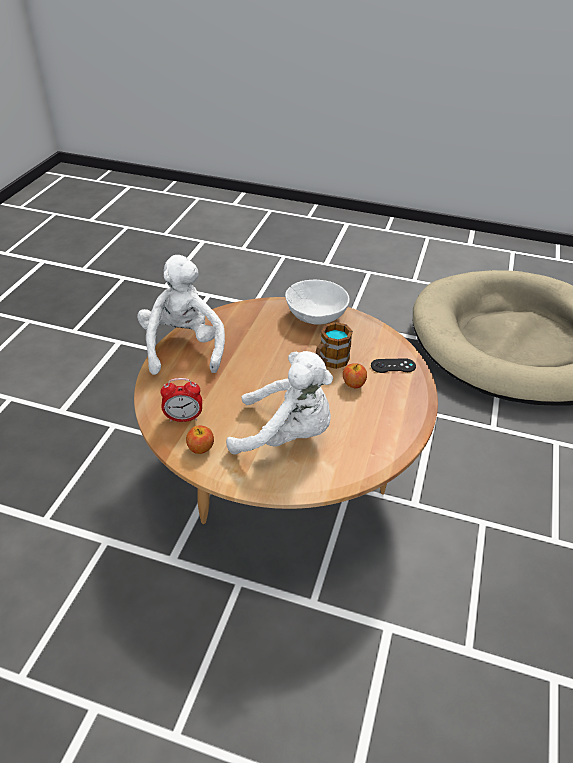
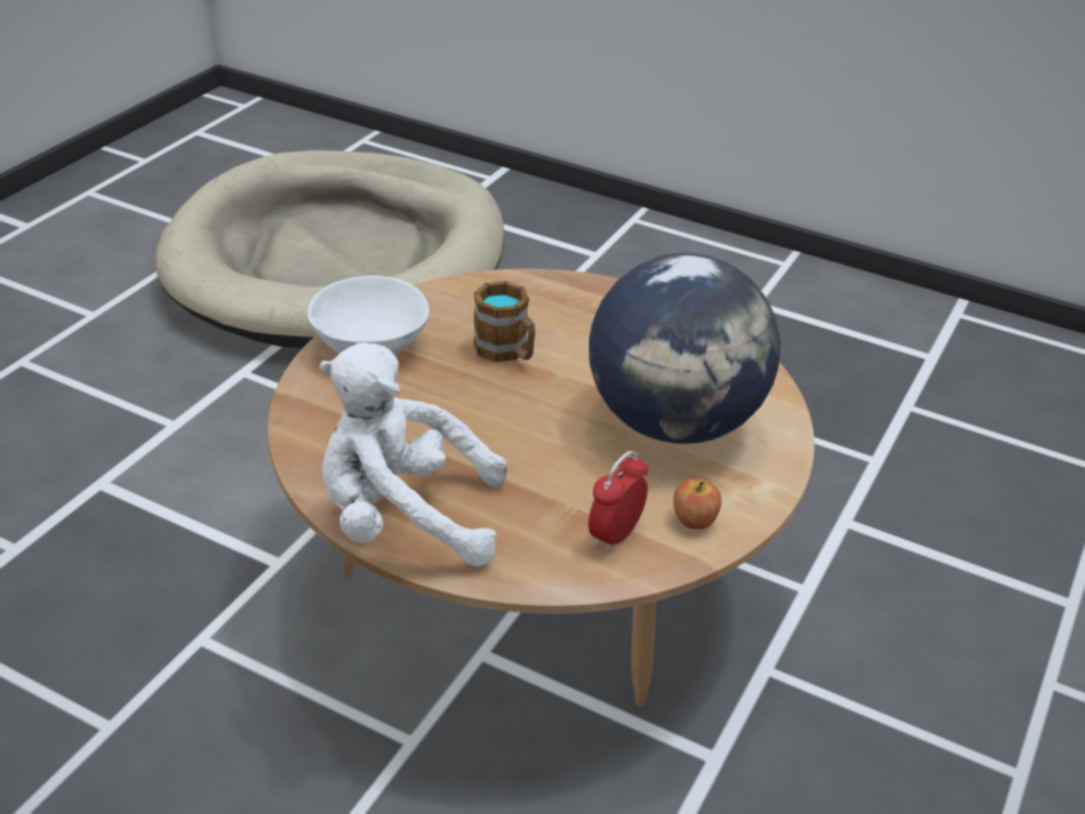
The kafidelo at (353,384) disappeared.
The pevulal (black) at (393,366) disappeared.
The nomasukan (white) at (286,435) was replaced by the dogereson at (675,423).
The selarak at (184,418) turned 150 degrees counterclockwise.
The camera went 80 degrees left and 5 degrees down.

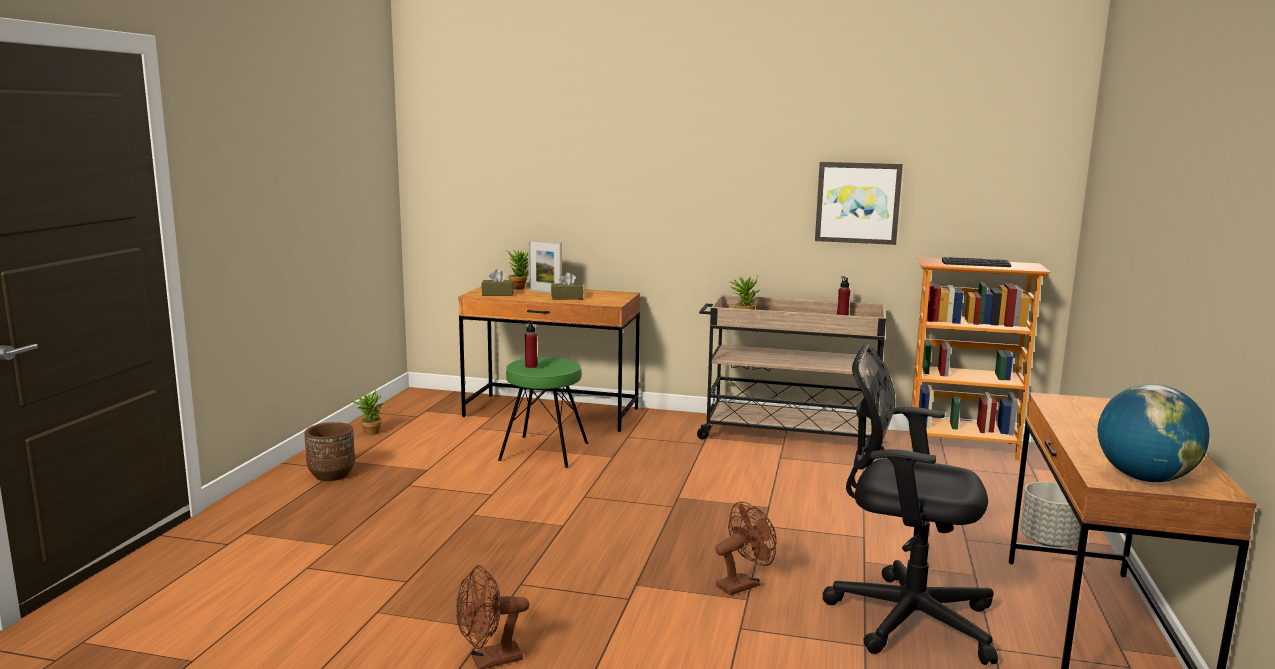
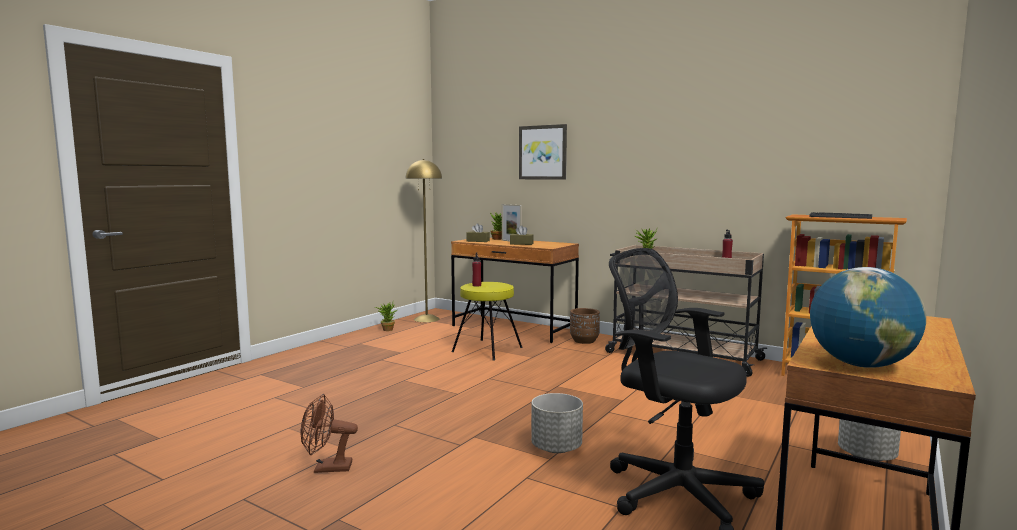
The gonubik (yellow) at (426,319) appeared.
The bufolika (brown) moved from (331,475) to (584,341).
The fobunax moved from (857,202) to (543,152).
The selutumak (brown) at (743,584) was replaced by the bufolika (grey) at (556,448).
The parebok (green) at (543,451) became the parebok (yellow) at (486,349).
The camera went 20 degrees right and 5 degrees down.

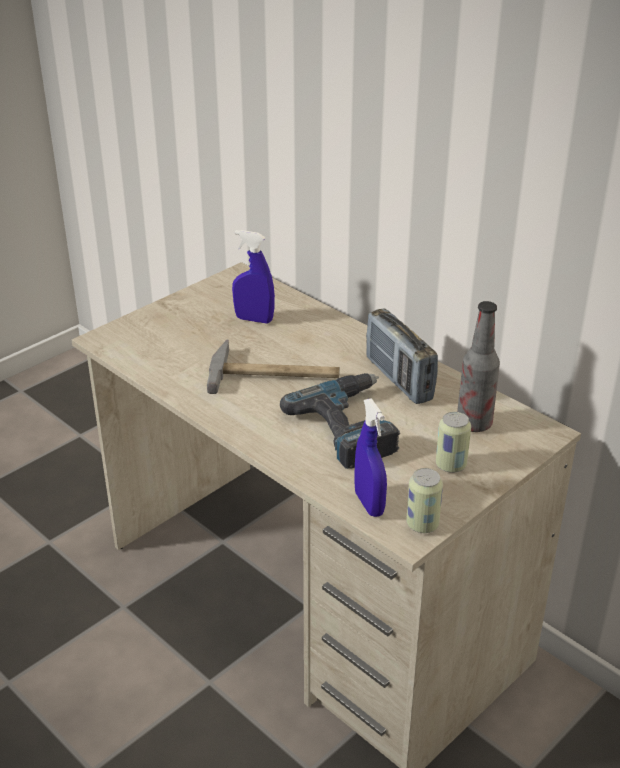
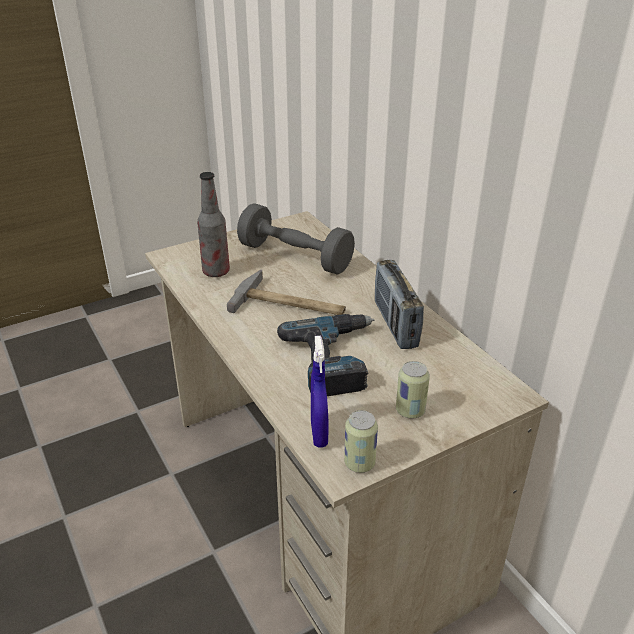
The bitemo moved from (474,424) to (216,272).
The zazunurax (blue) at (254,319) was replaced by the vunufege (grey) at (295,257).
The camera went 15 degrees right and 0 degrees up.

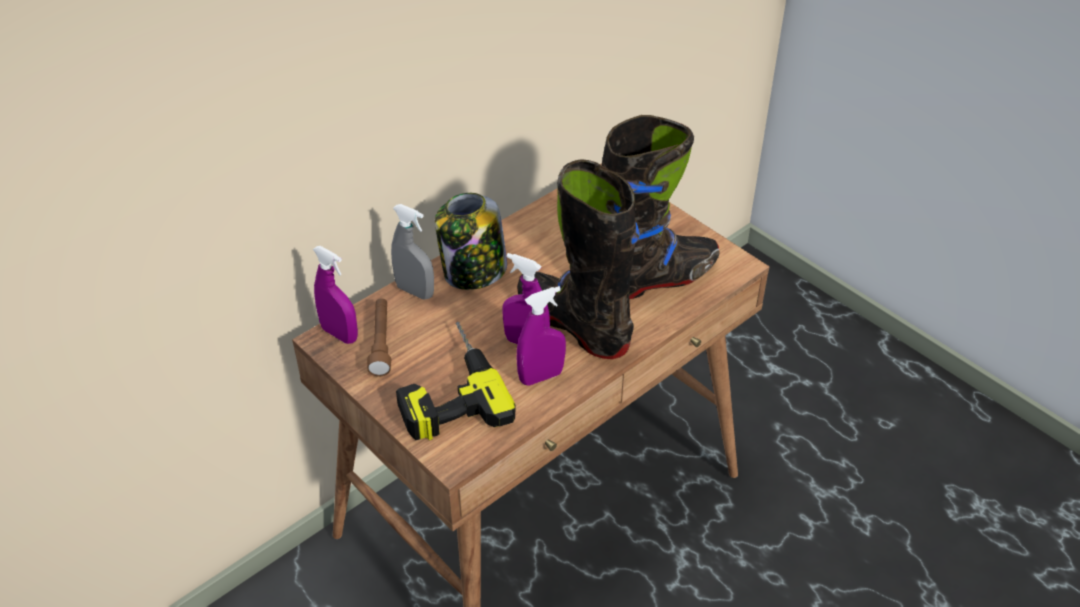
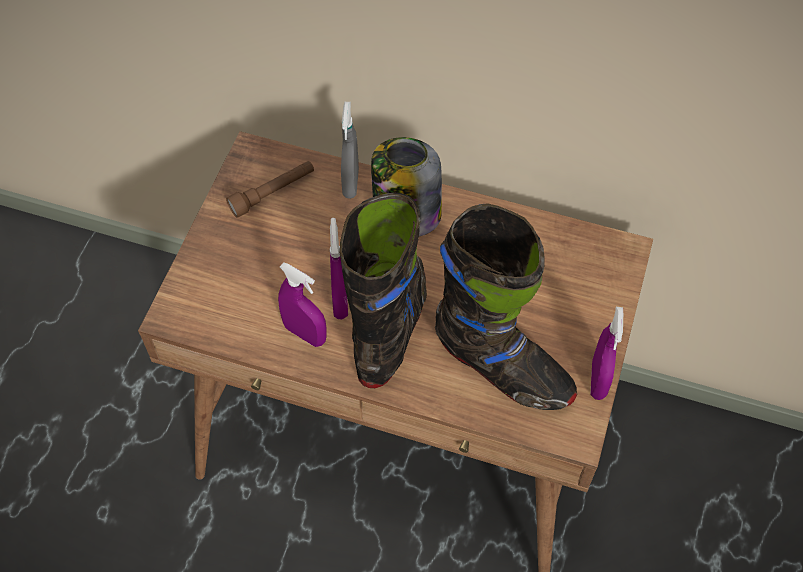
The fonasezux at (446,388) disappeared.
The zazunurax (purple) moved from (339,334) to (598,380).
The camera went 60 degrees right and 15 degrees up.

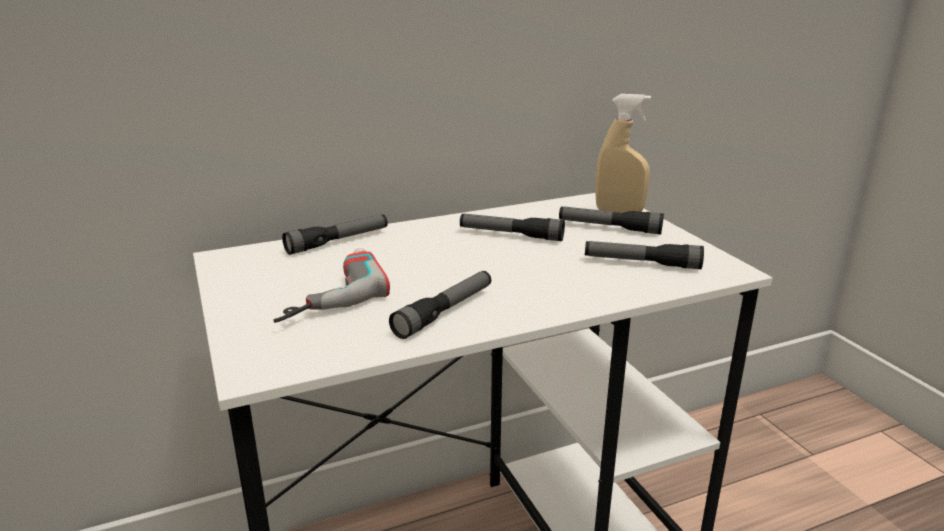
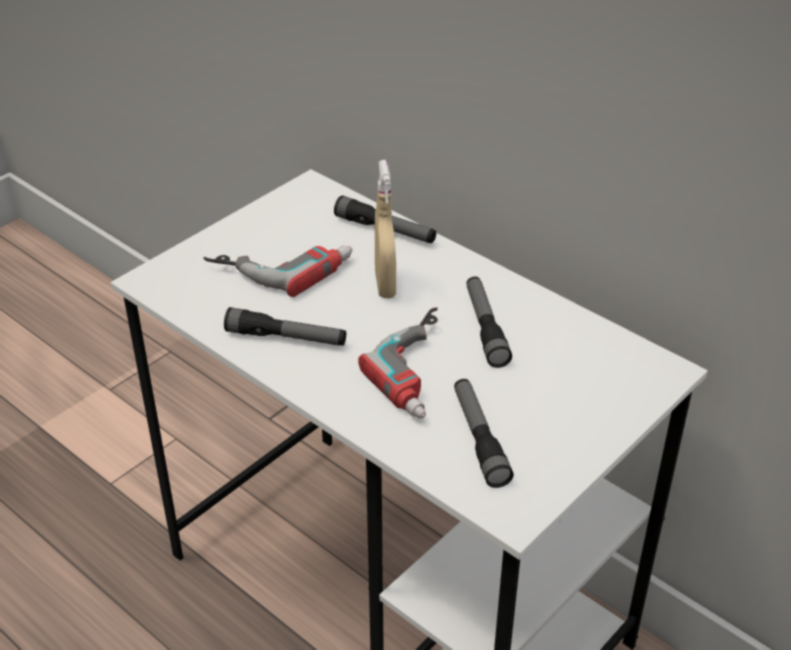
The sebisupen at (609,228) disappeared.
The fonasezux at (425,370) appeared.
The zazunurax (beige) moved from (619,211) to (385,285).
The camera went 65 degrees right and 15 degrees up.

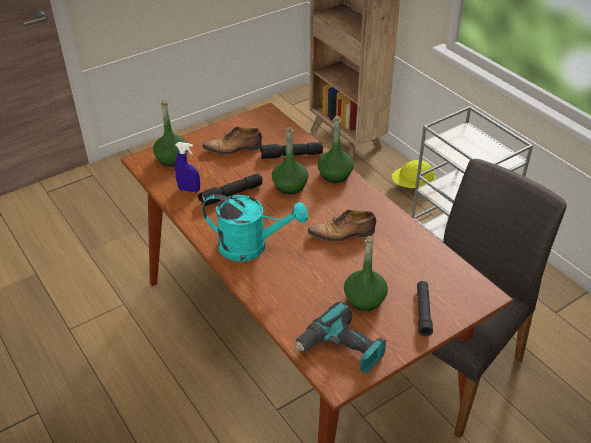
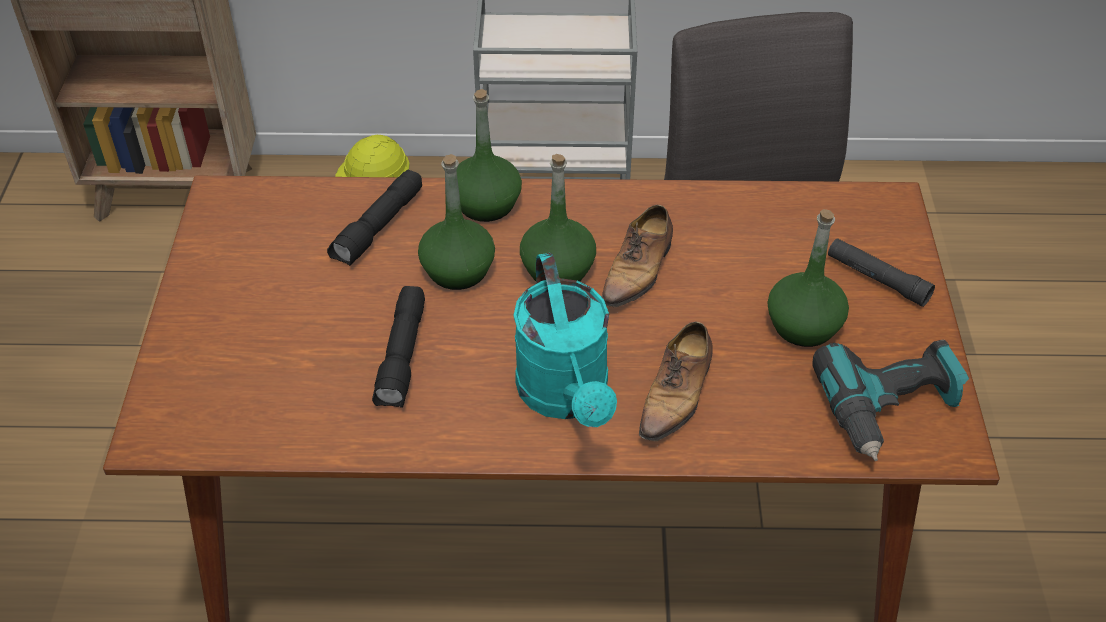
The zazunurax (blue) at (189,190) disappeared.
The bitemo (green) moved from (172,158) to (557,269).
The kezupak moved from (234,148) to (676,395).
The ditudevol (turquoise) at (251,247) turned 120 degrees clockwise.
The camera went 55 degrees left and 5 degrees up.

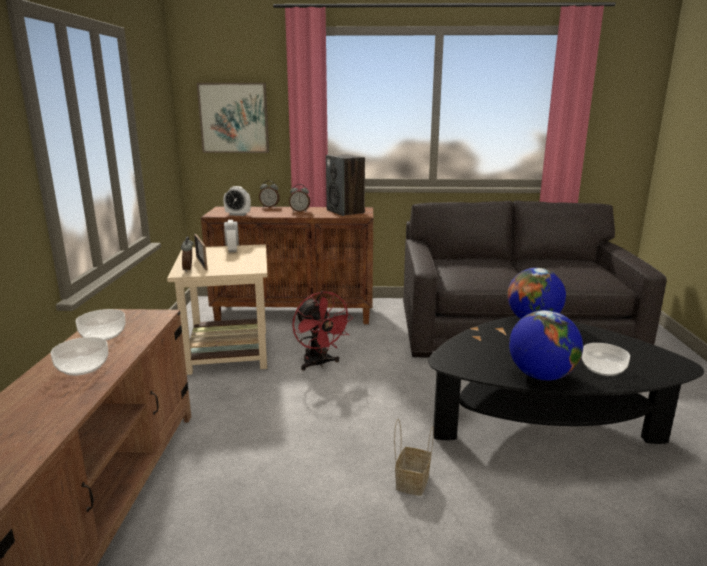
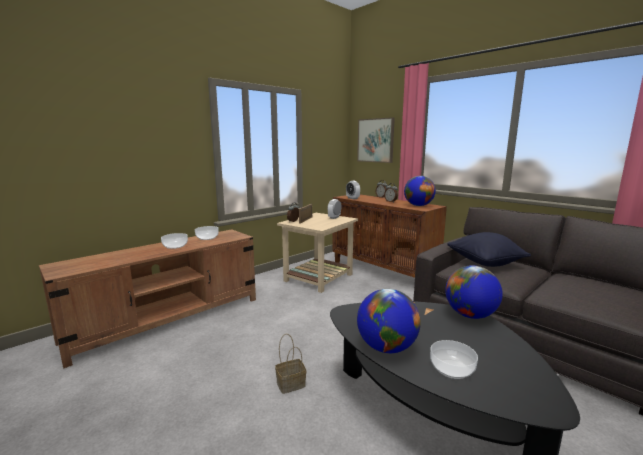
The selutumak (red) at (319,364) disappeared.
The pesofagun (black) at (485,264) appeared.
The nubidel at (345,211) was replaced by the dogereson at (418,205).
The camera went 45 degrees right and 5 degrees down.

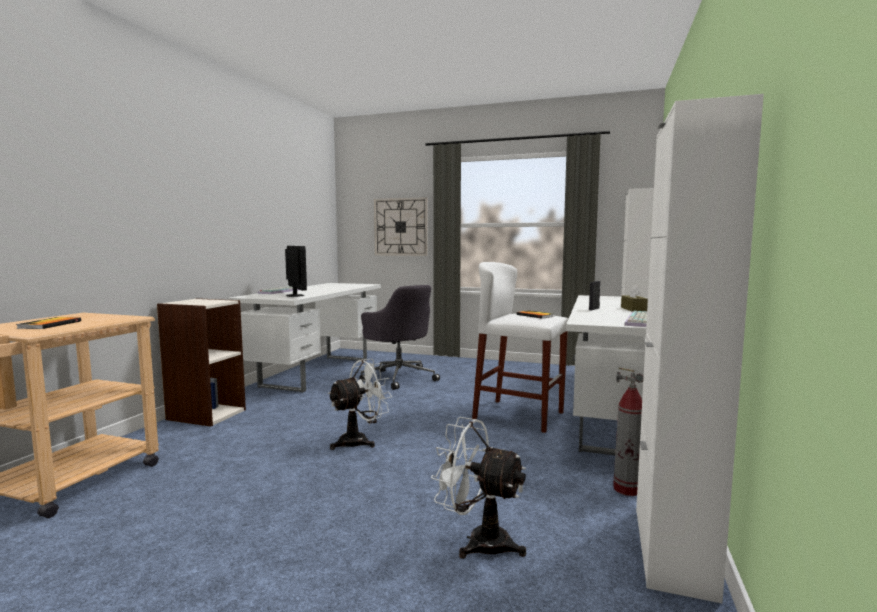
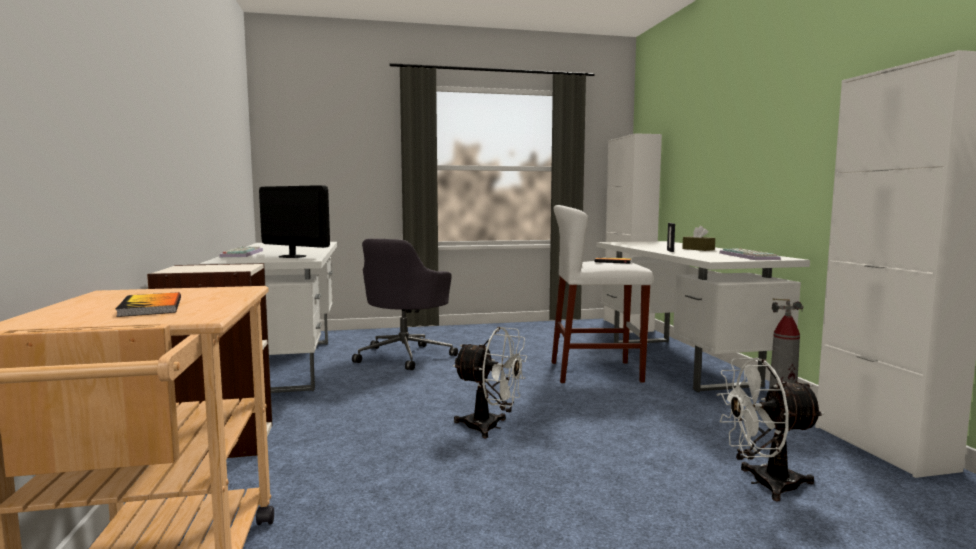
The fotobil at (401,227) disappeared.
The selutumak (white) at (360,441) turned 90 degrees clockwise.
The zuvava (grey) at (399,377) turned 90 degrees clockwise.
The camera went 30 degrees left and 0 degrees up.

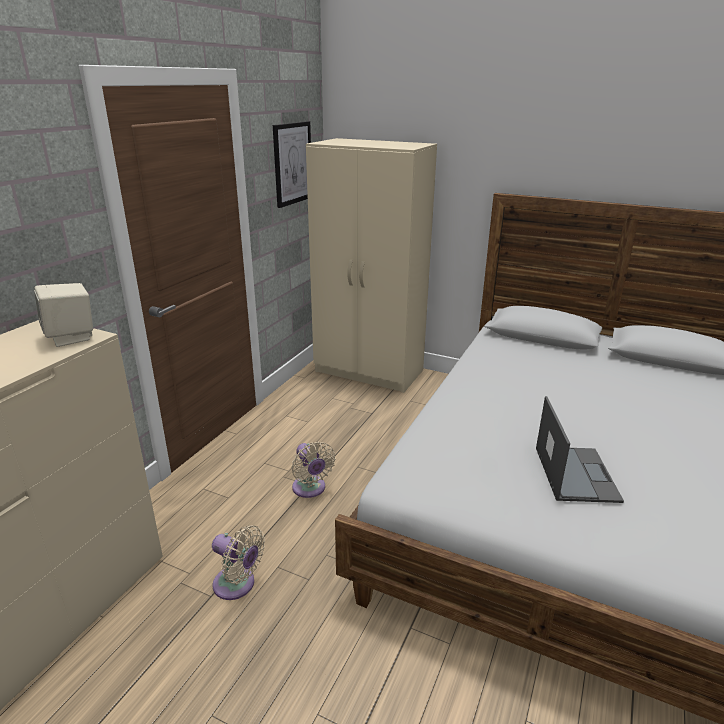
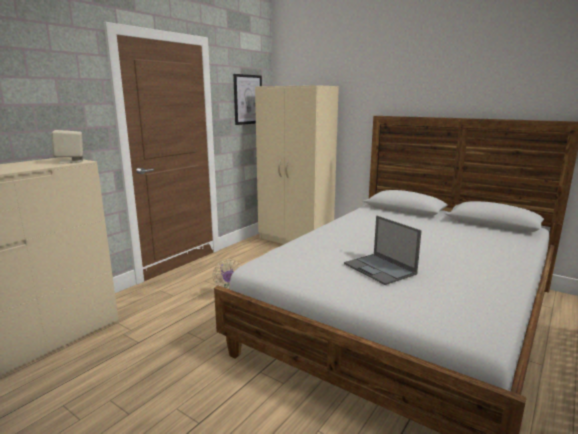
The selutumak (beige) at (237,585) disappeared.
The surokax at (575,473) turned 135 degrees clockwise.
The camera went 10 degrees right and 10 degrees down.

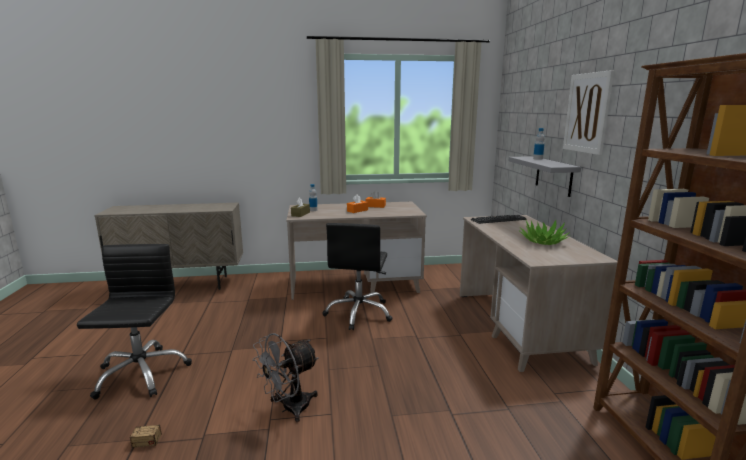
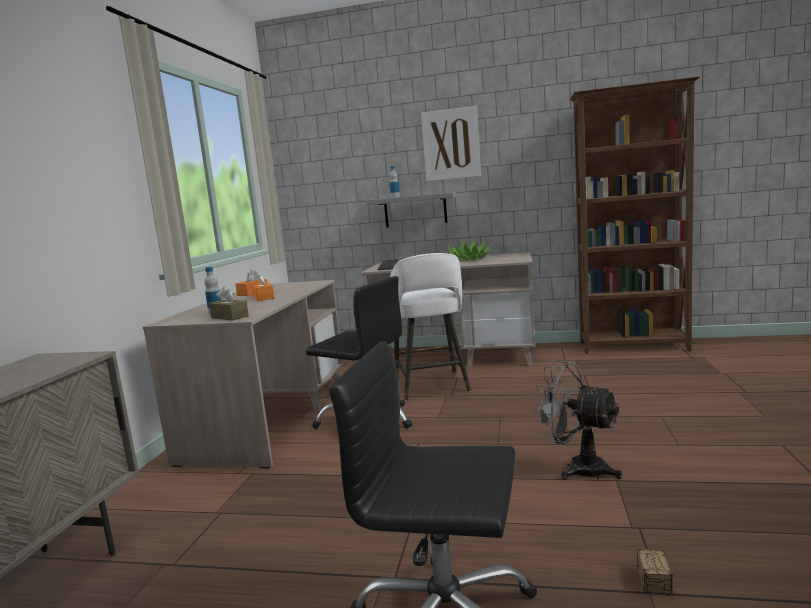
The parebok (white) at (431,386) appeared.
The selutumak (grey) at (289,408) turned 150 degrees clockwise.
The camera went 70 degrees left and 5 degrees down.

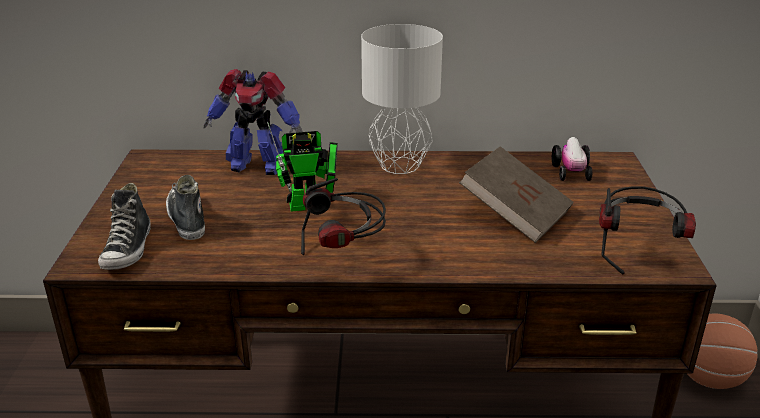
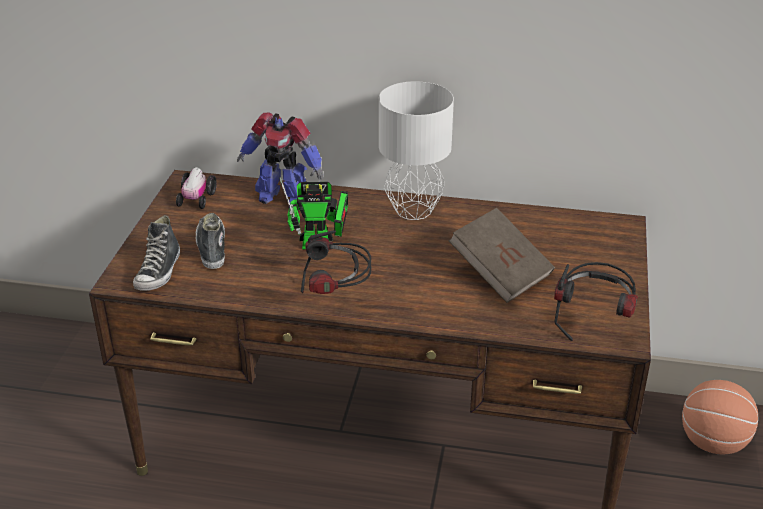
The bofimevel moved from (571,172) to (196,199).
The camera went 10 degrees right and 5 degrees up.

